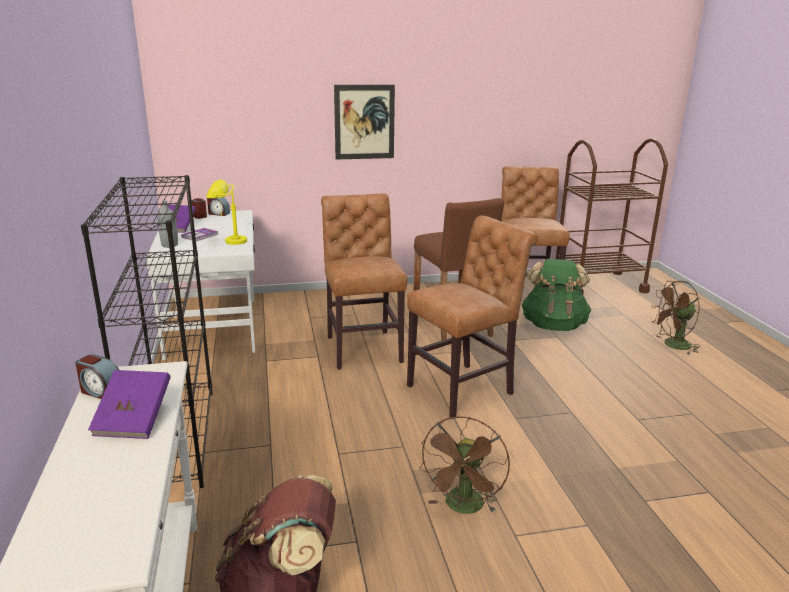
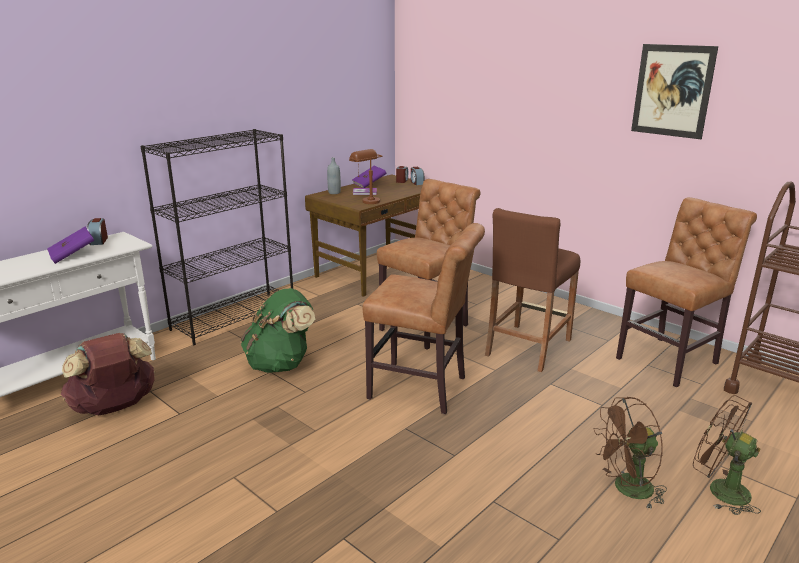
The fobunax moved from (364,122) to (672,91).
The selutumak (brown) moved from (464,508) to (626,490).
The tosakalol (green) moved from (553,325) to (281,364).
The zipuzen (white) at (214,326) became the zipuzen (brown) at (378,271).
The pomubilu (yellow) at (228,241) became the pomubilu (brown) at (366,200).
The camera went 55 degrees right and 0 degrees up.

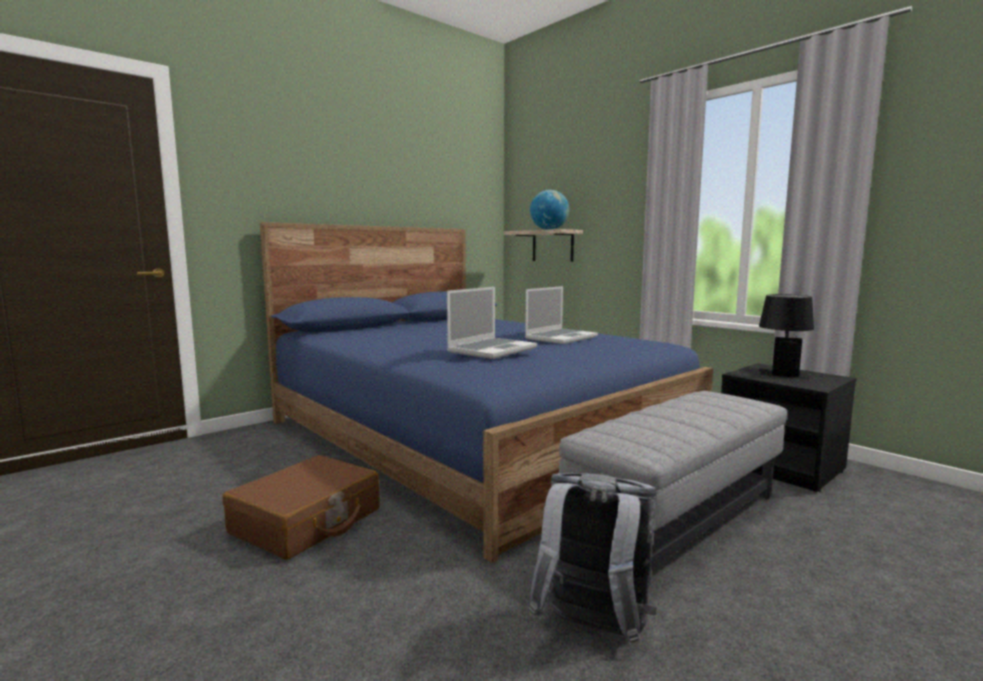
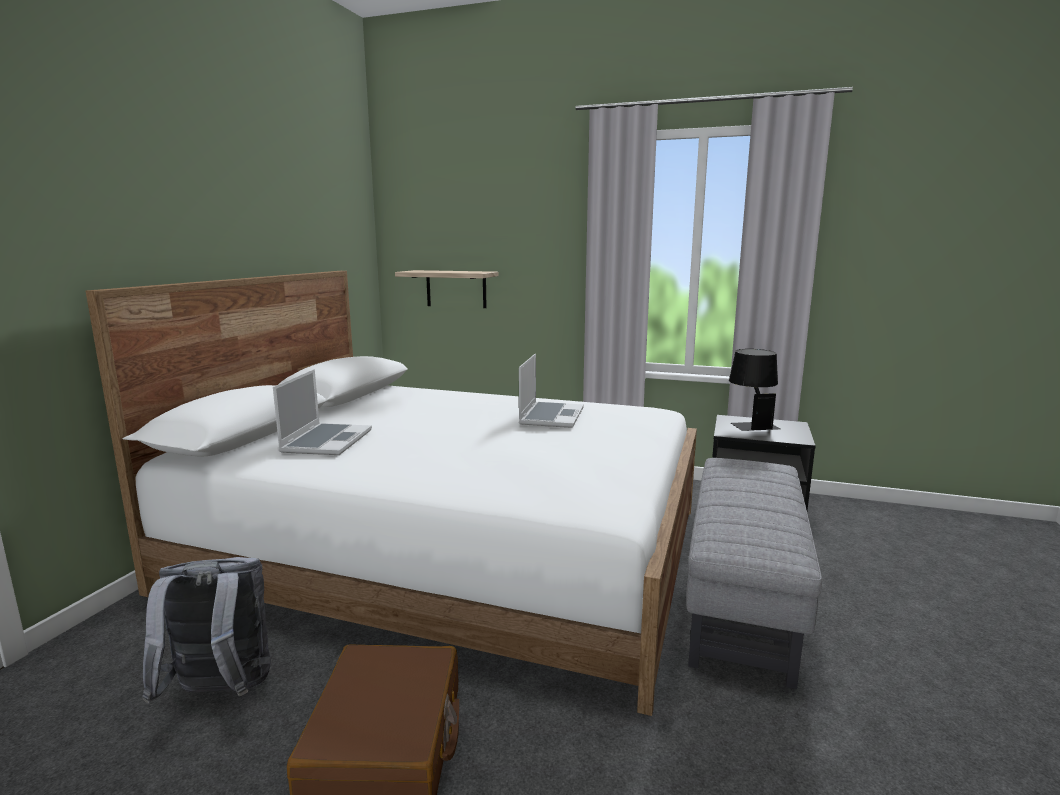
The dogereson at (549,229) disappeared.
The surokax moved from (492,350) to (326,441).
The tosakalol (grey) moved from (592,631) to (220,693).
The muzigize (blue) at (471,436) became the muzigize (white) at (450,547).
The camera went 30 degrees left and 5 degrees up.

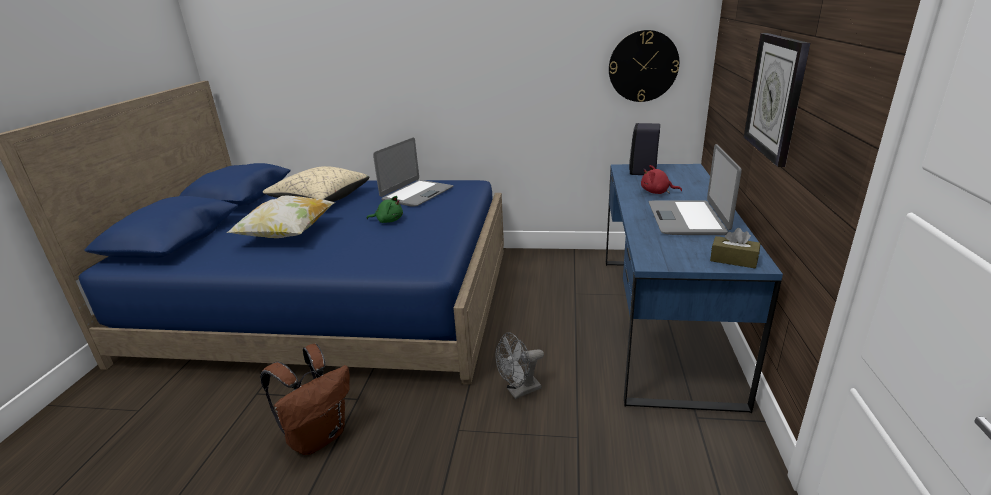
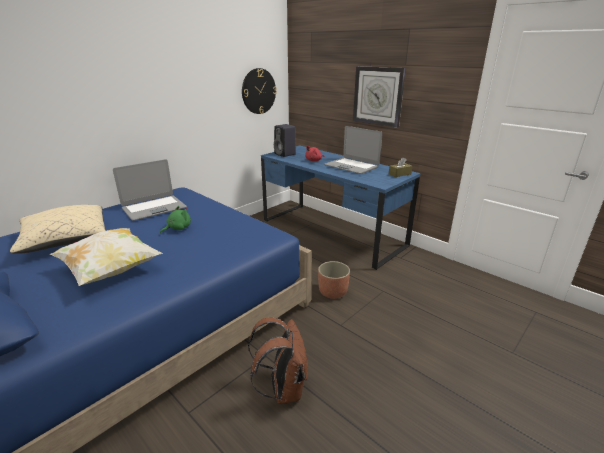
The selutumak (grey) at (519,391) was replaced by the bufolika at (333,292).
The surokax at (417,194) turned 75 degrees clockwise.
The camera went 55 degrees left and 0 degrees up.

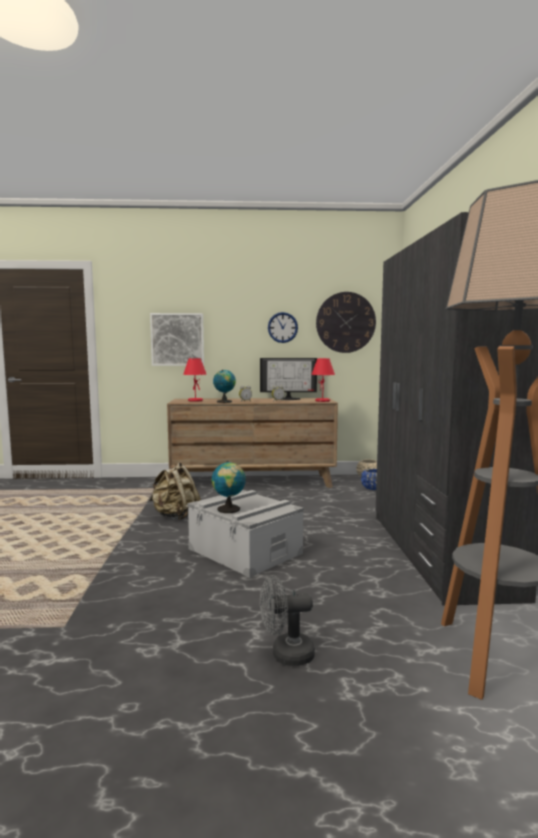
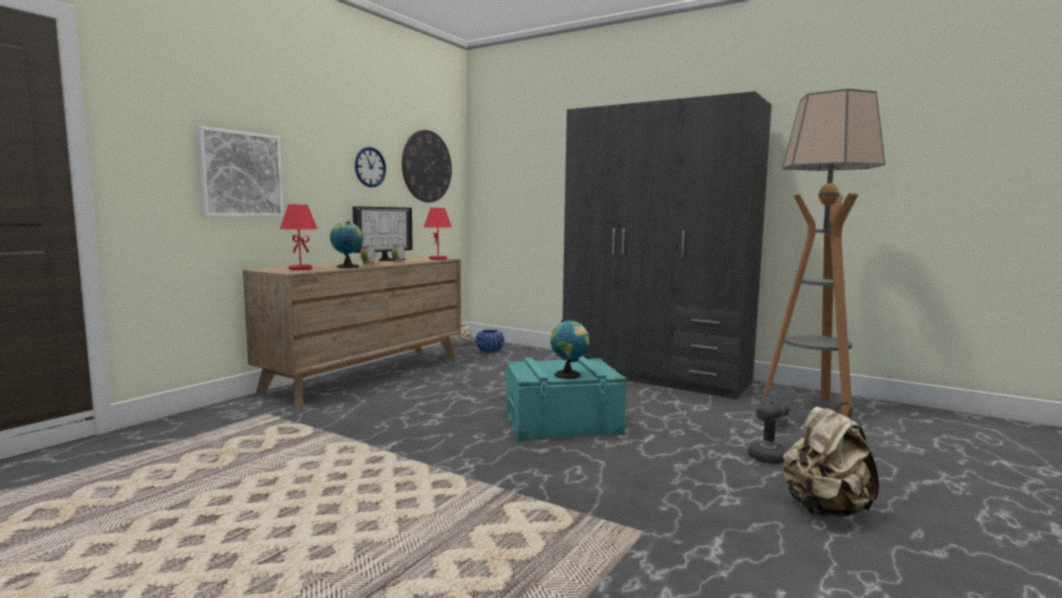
The tosakalol (beige) moved from (175,516) to (825,510).
The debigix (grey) at (245,551) became the debigix (turquoise) at (562,422).
The selutumak (grey) at (285,654) turned 150 degrees counterclockwise.
The camera went 55 degrees left and 0 degrees up.

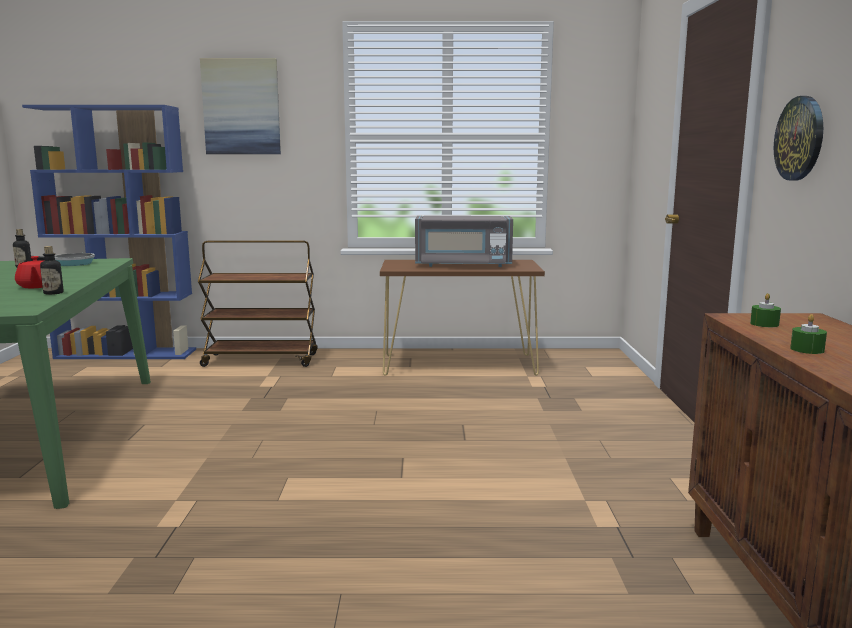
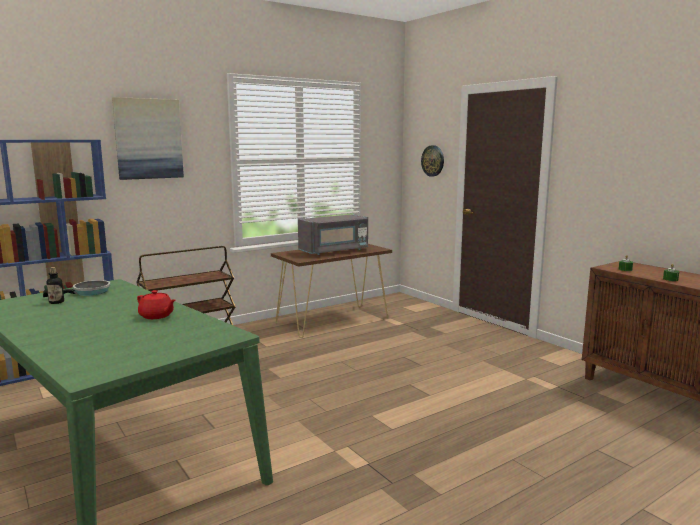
The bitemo at (53,293) disappeared.
The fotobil moved from (800,138) to (433,160).
The camera went 35 degrees left and 0 degrees up.

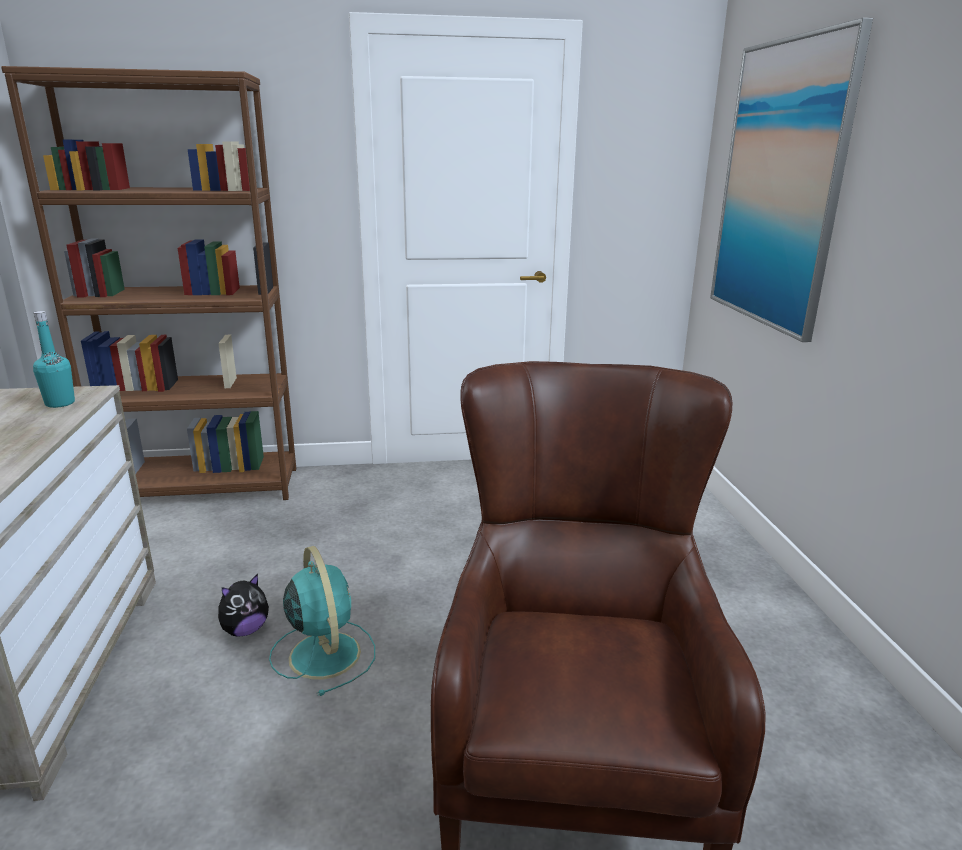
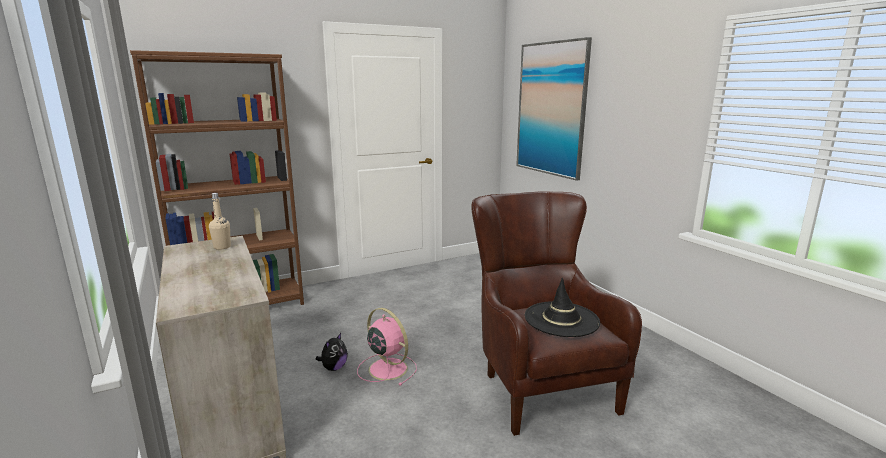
The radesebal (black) at (561,319) appeared.
The bitemo (turquoise) at (60,403) became the bitemo (beige) at (222,247).
The selutumak (turquoise) at (324,653) became the selutumak (pink) at (386,368).
The camera went 20 degrees left and 5 degrees down.

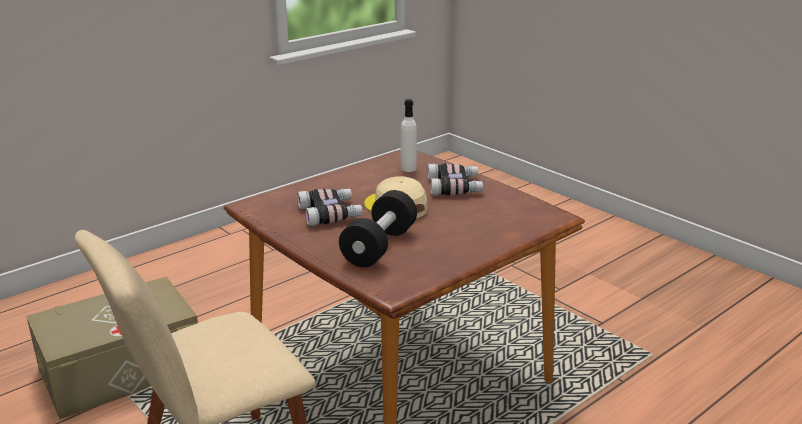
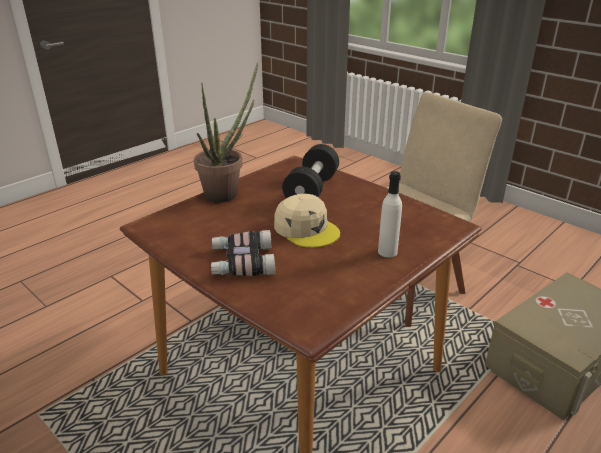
The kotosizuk at (331,213) disappeared.
The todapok at (227,192) appeared.
The bitemo (white) moved from (408,168) to (387,252).
The camera went 175 degrees right and 5 degrees up.

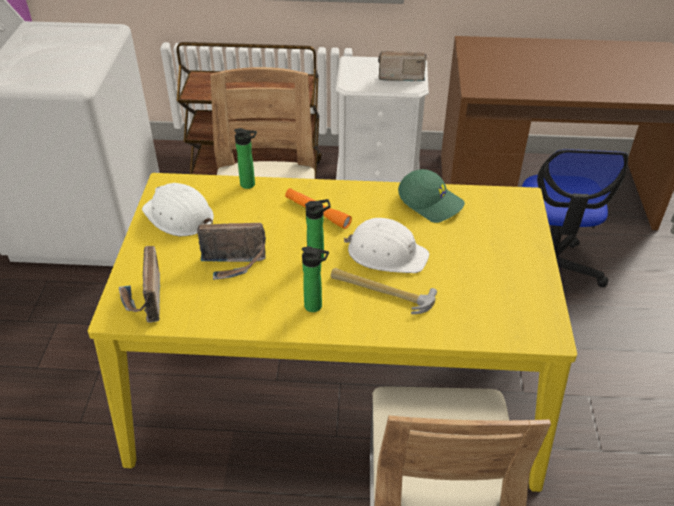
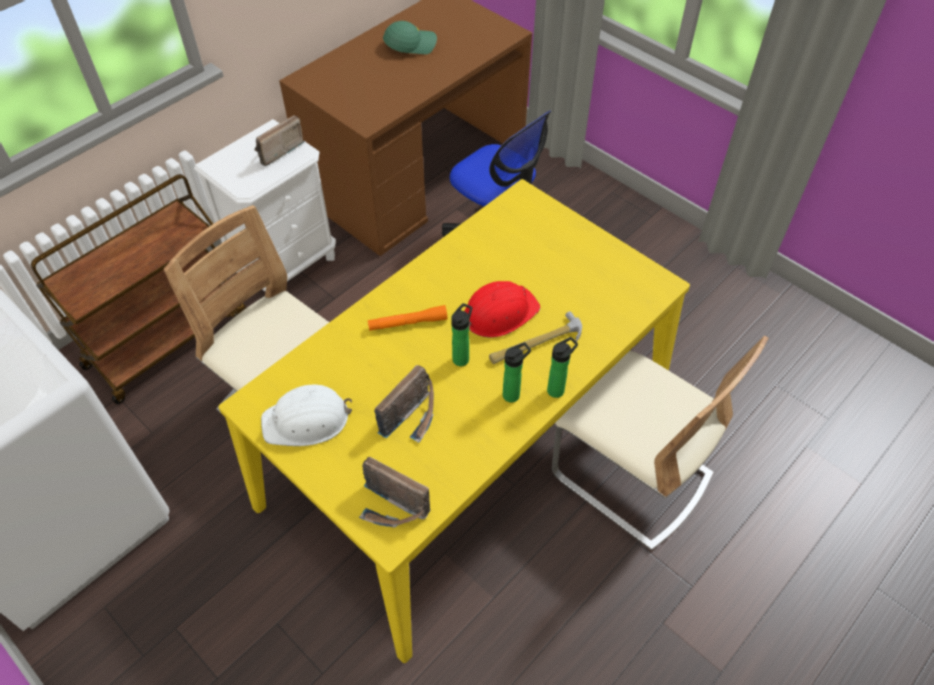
The bitemo moved from (250,184) to (558,389).
The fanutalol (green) moved from (431,202) to (410,44).
The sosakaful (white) at (386,253) became the sosakaful (red) at (499,313).
The camera went 50 degrees left and 10 degrees up.

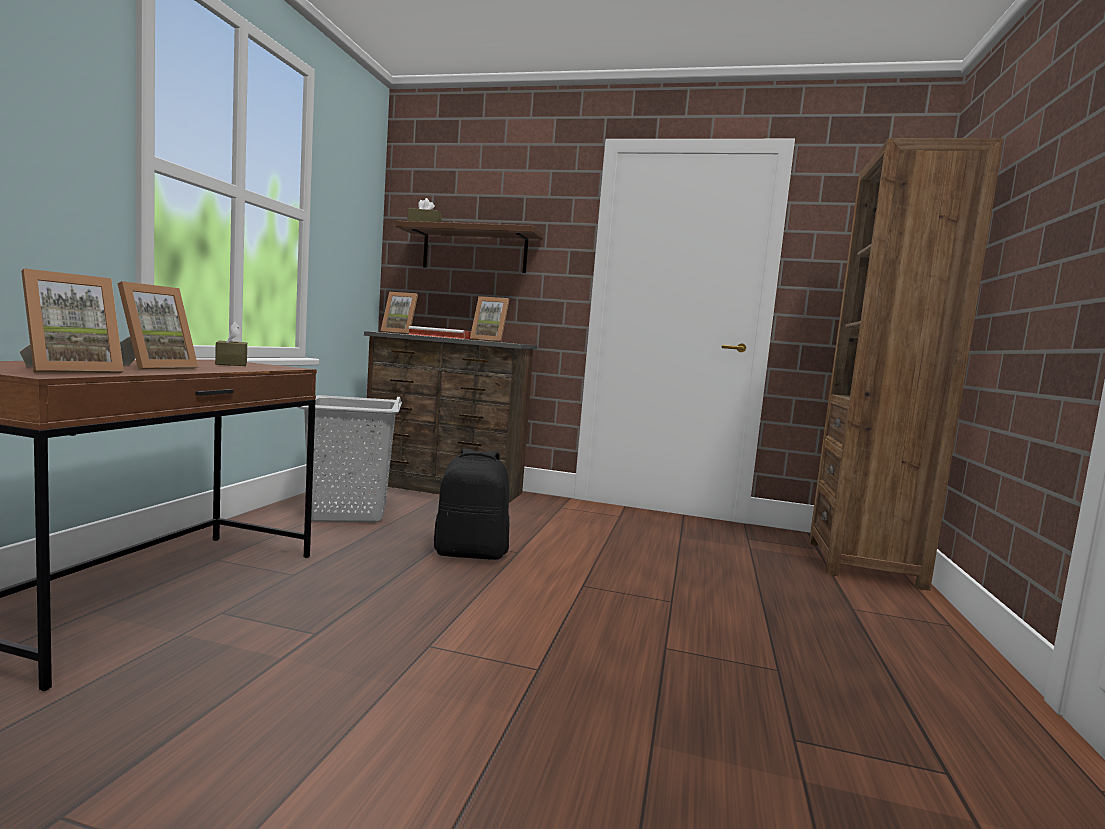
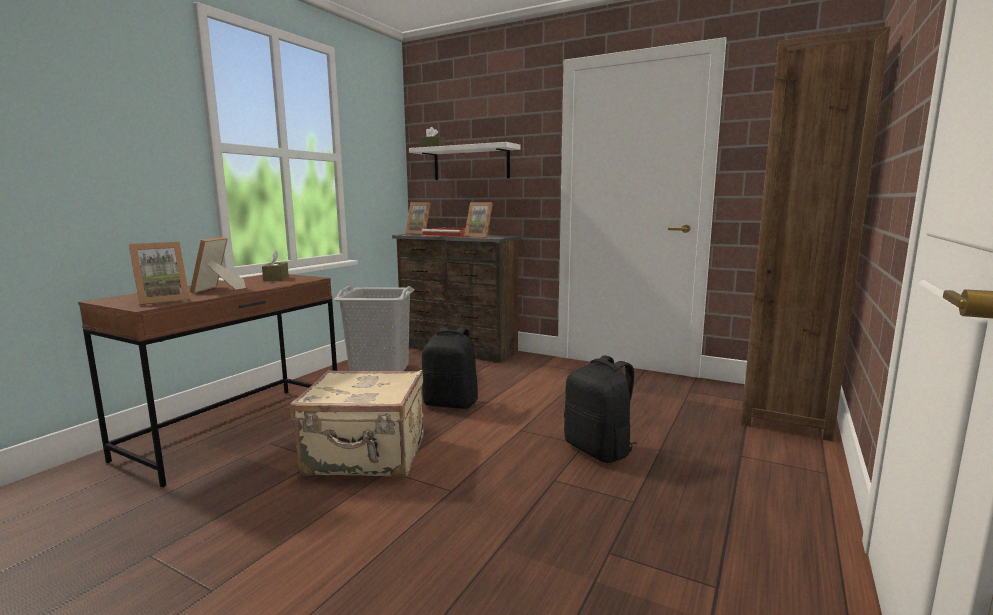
The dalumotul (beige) at (366,456) appeared.
The tosakalol (black) at (599,450) appeared.
The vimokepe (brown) at (474,250) became the vimokepe (white) at (471,163).
The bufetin at (153,367) turned 150 degrees clockwise.
The camera went 15 degrees right and 5 degrees up.

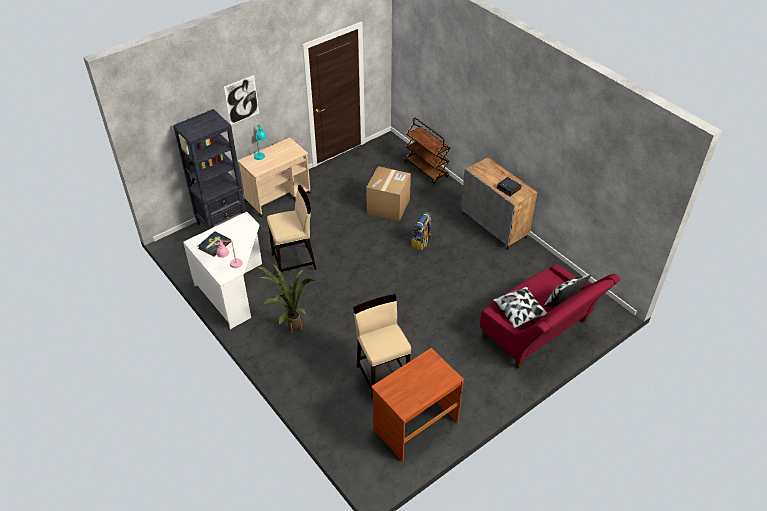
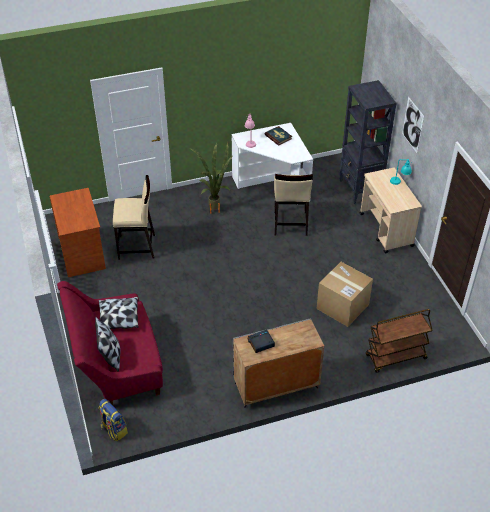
The tosakalol moved from (421,242) to (114,430).
The camera went 110 degrees right and 0 degrees up.

